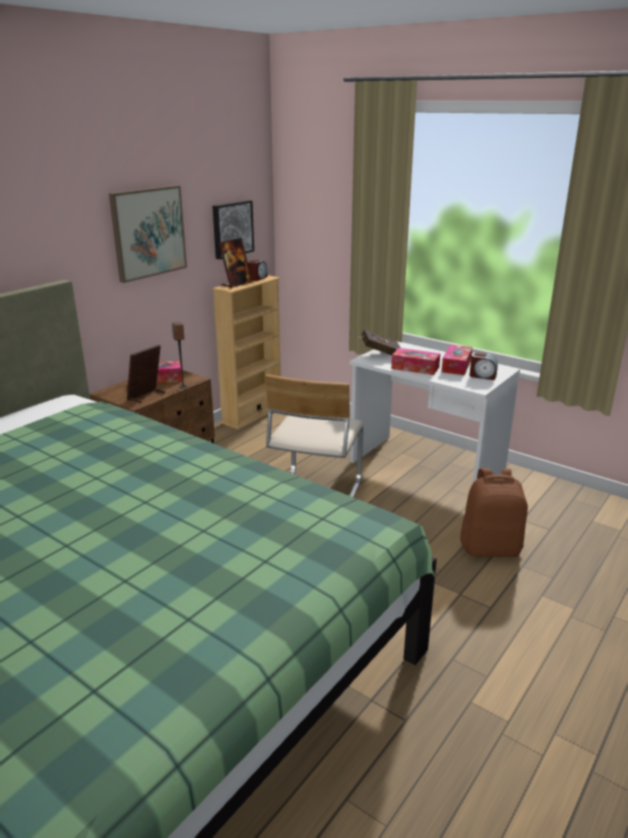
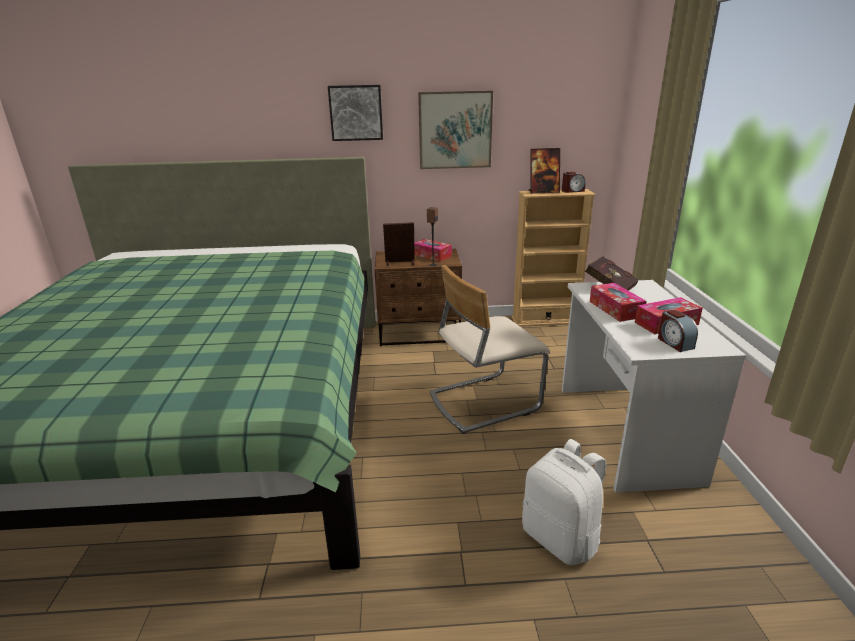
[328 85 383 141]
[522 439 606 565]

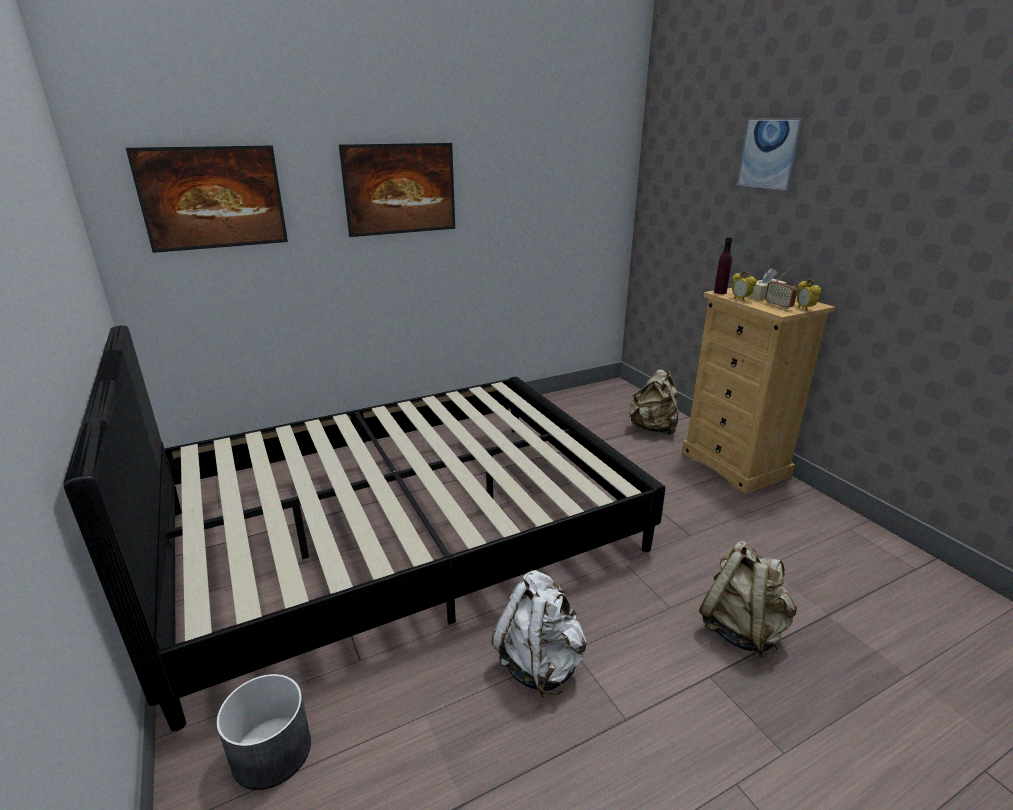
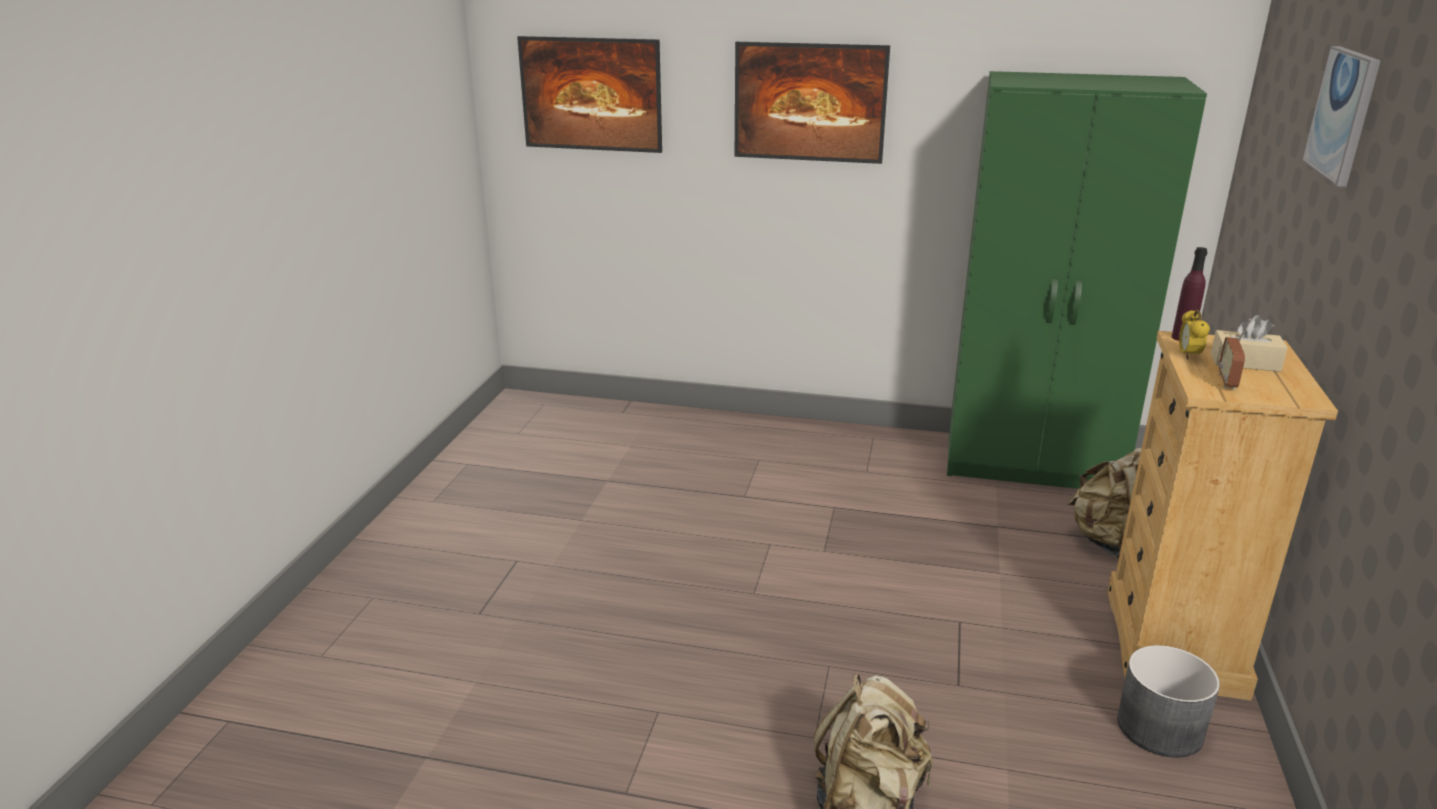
[797 279 822 311] (first image)
[64 325 666 731] (first image)
[492 570 587 697] (first image)
[1117 645 1220 758]
[947 71 1207 489]

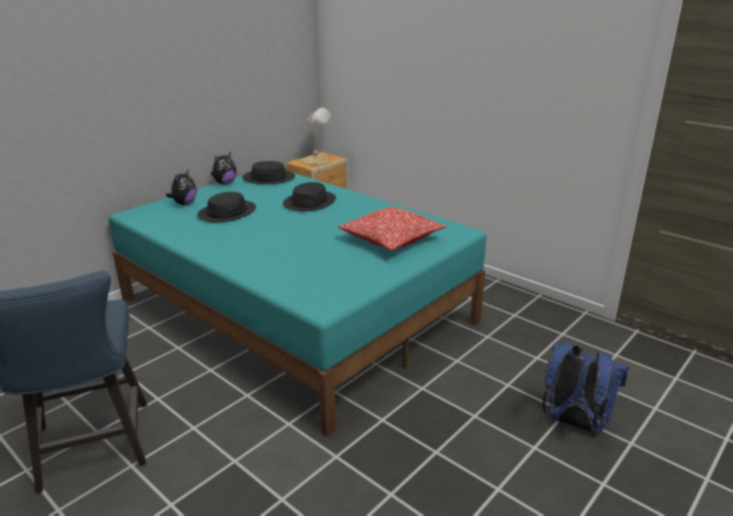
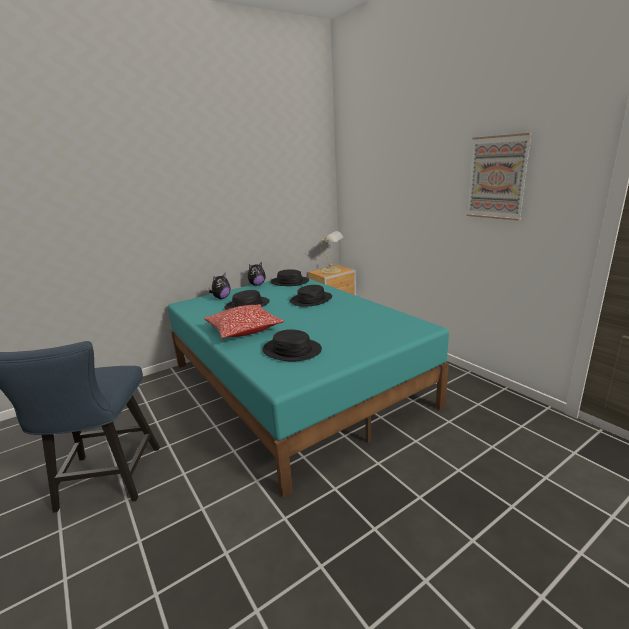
[204 304 284 339]
[543 342 629 433] (first image)
[466 133 532 221]
[262 329 322 362]

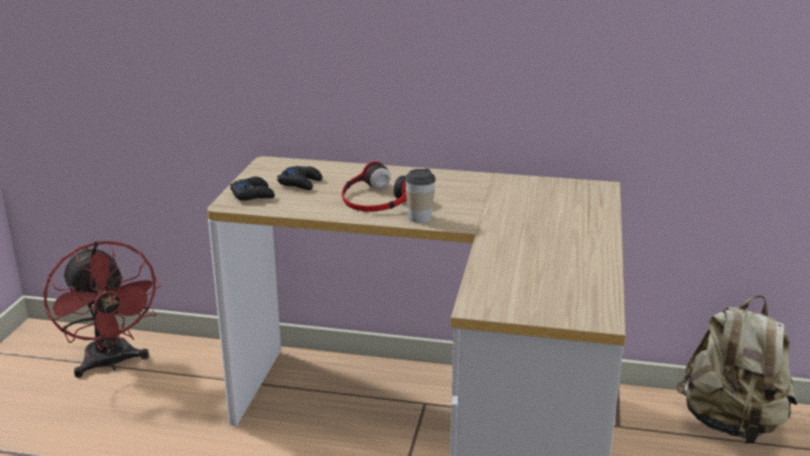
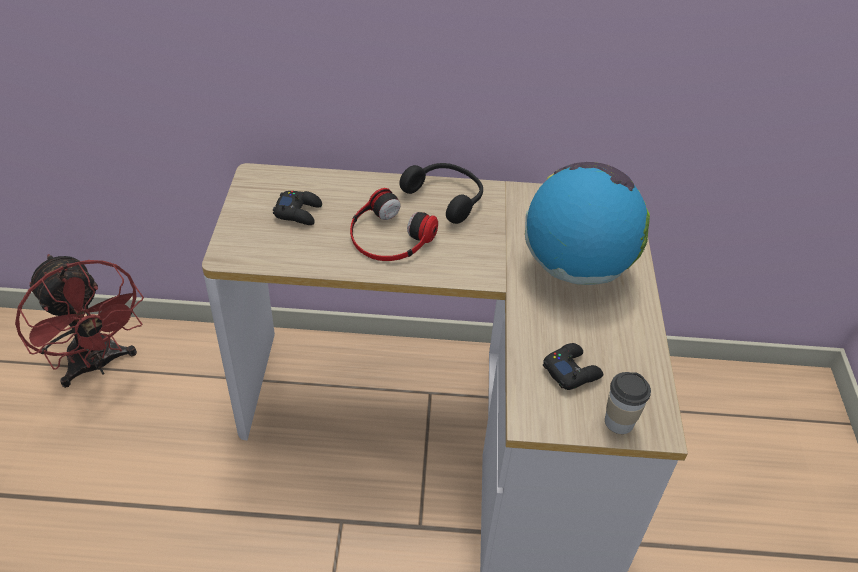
[605 372 651 434]
[543 343 603 390]
[676 295 797 444] (first image)
[525 162 650 285]
[399 163 483 224]

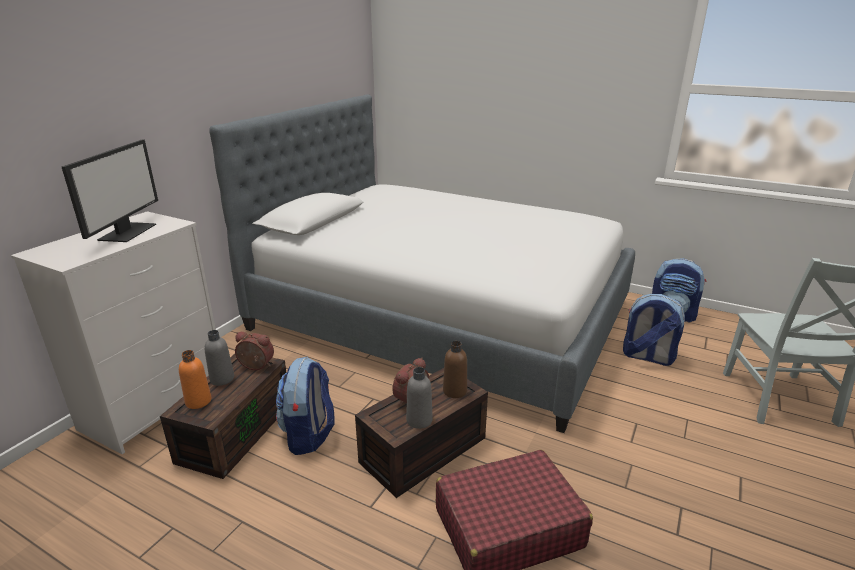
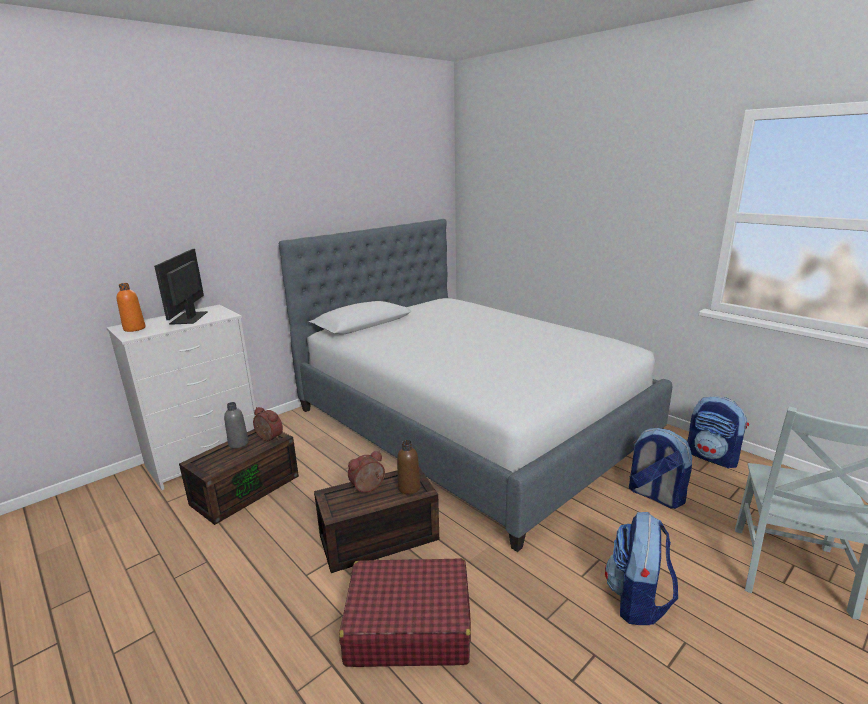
[154 249 208 325]
[117 283 145 332]
[605 512 678 625]
[406 367 433 429] (first image)

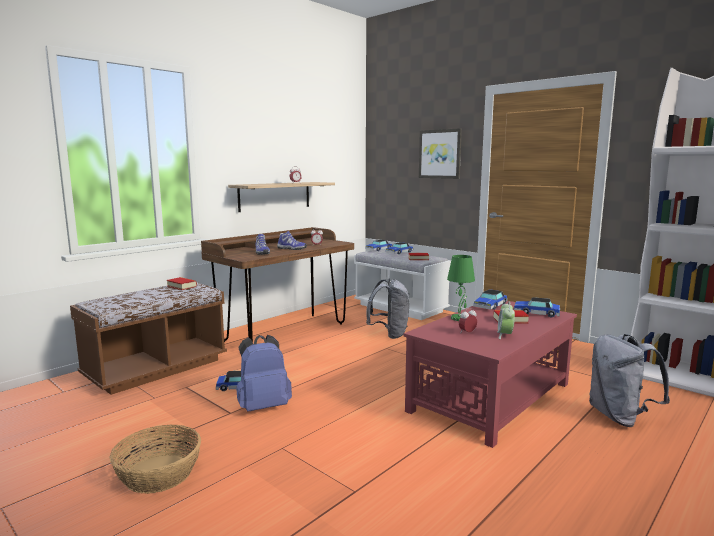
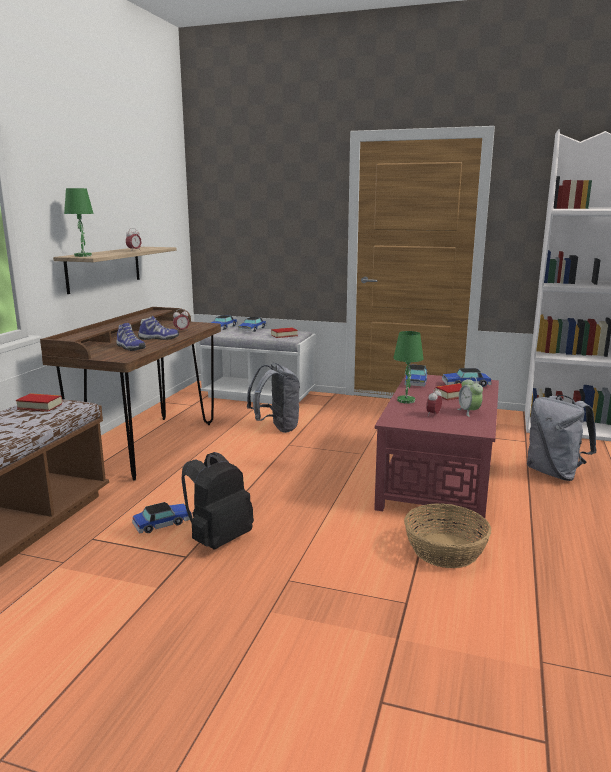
[419 128 462 179] (first image)
[181 452 254 550]
[404 503 492 568]
[64 188 94 257]

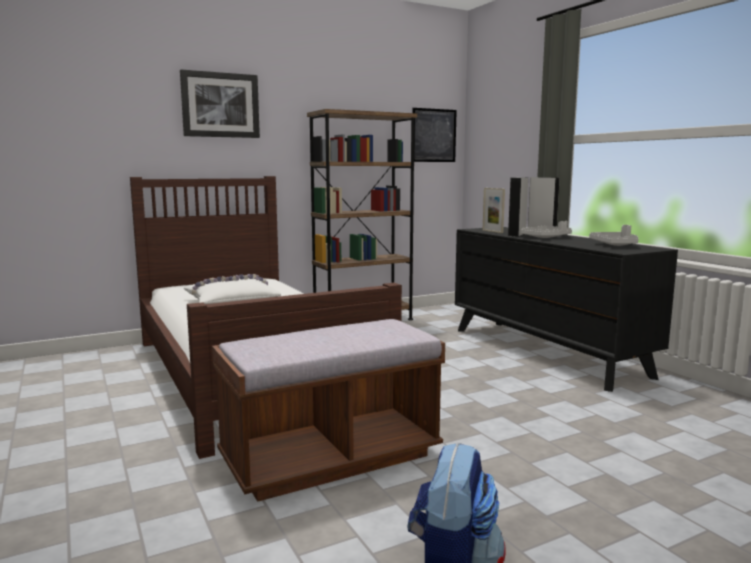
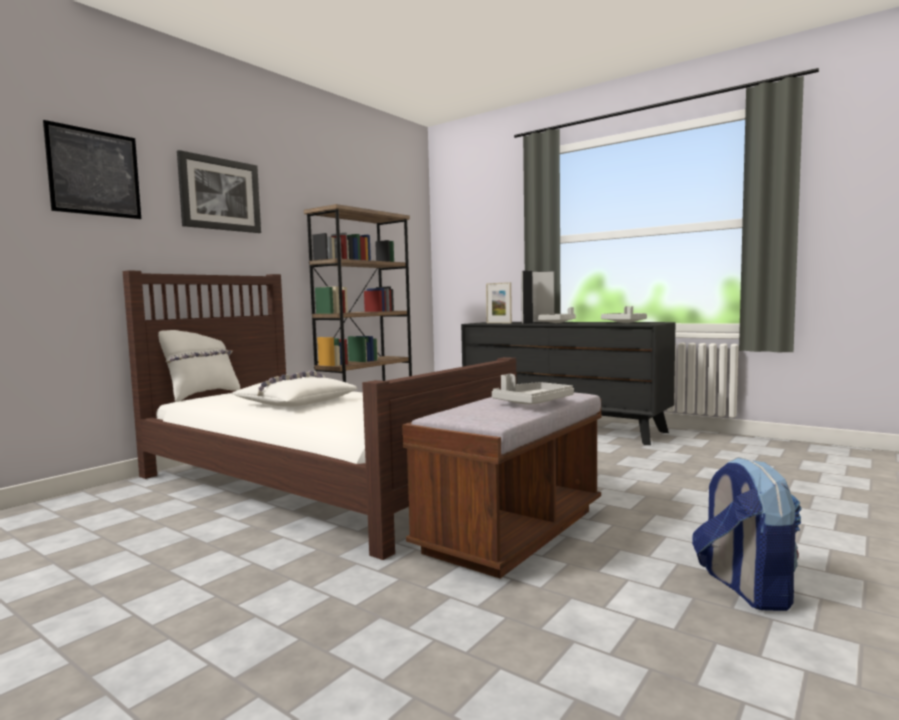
[43 120 141 219]
[158 330 240 402]
[492 374 574 404]

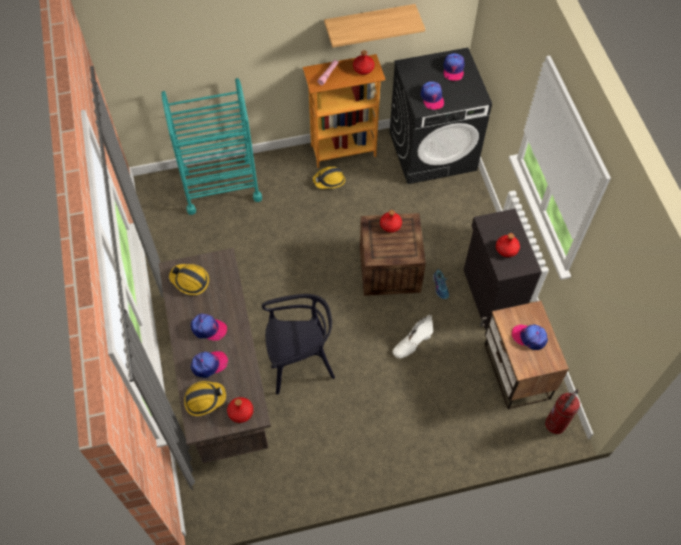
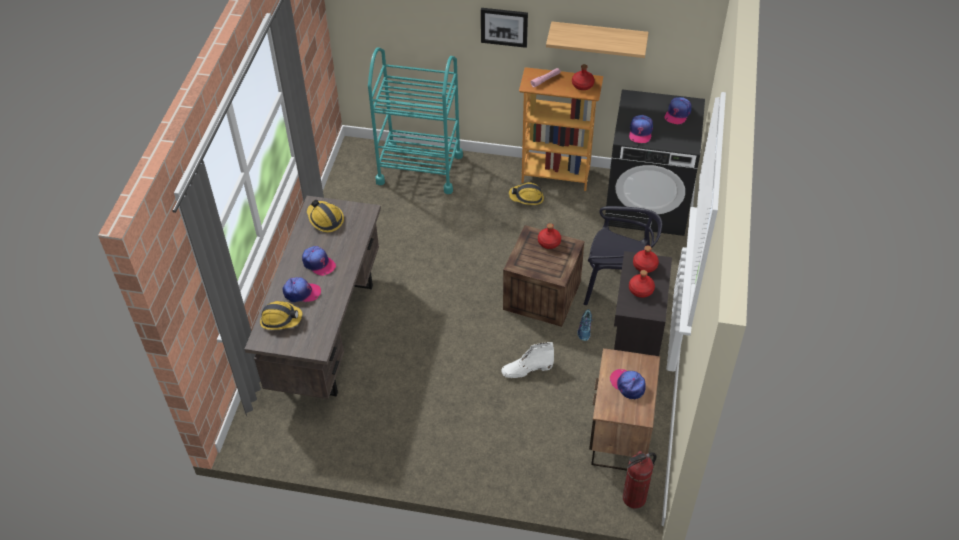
[584 206 662 305]
[633 245 659 273]
[481 8 528 48]

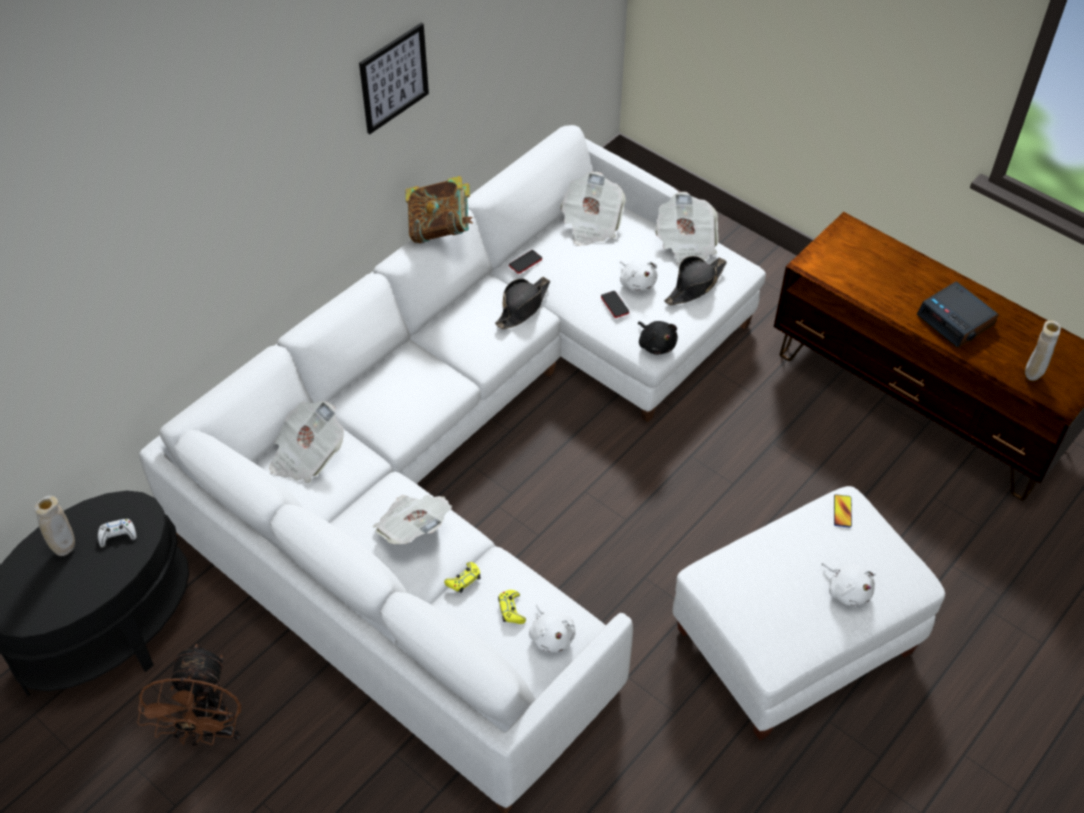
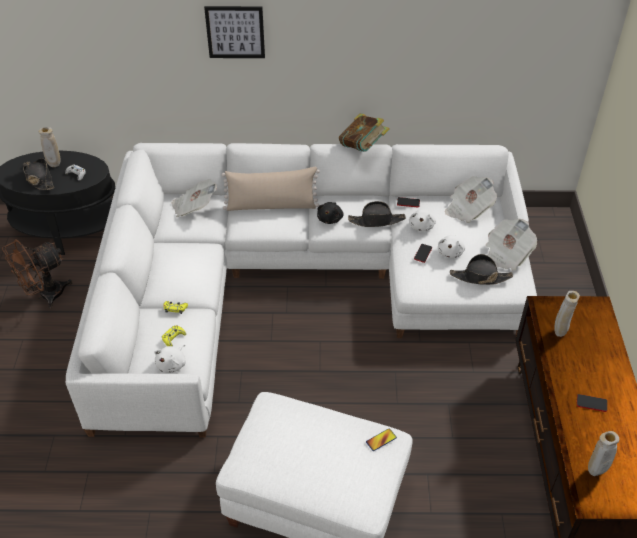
[204 6 265 58]
[577 394 607 412]
[317 202 344 224]
[373 495 452 544] (first image)
[409 209 436 231]
[23 158 54 190]
[222 167 320 211]
[554 291 580 337]

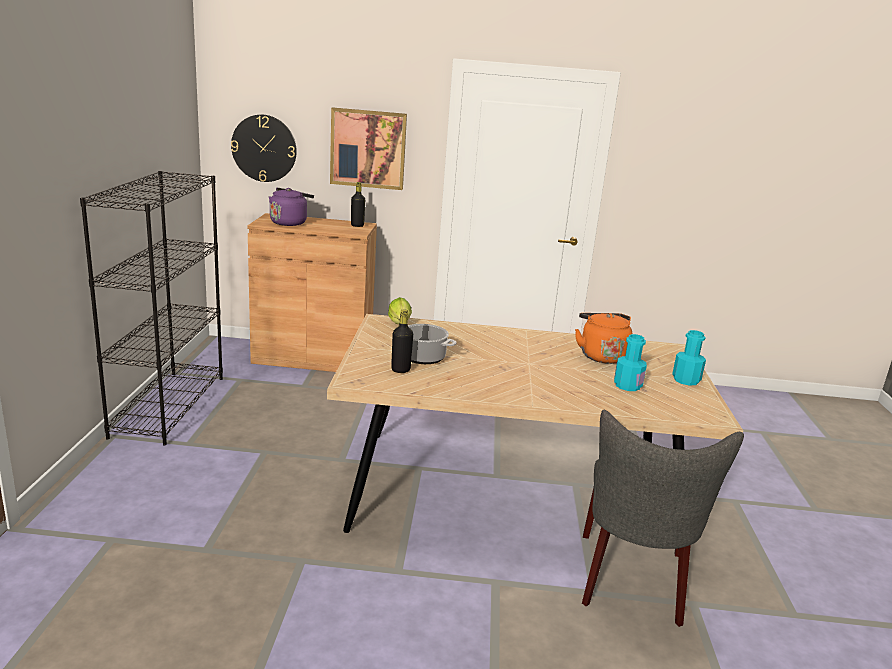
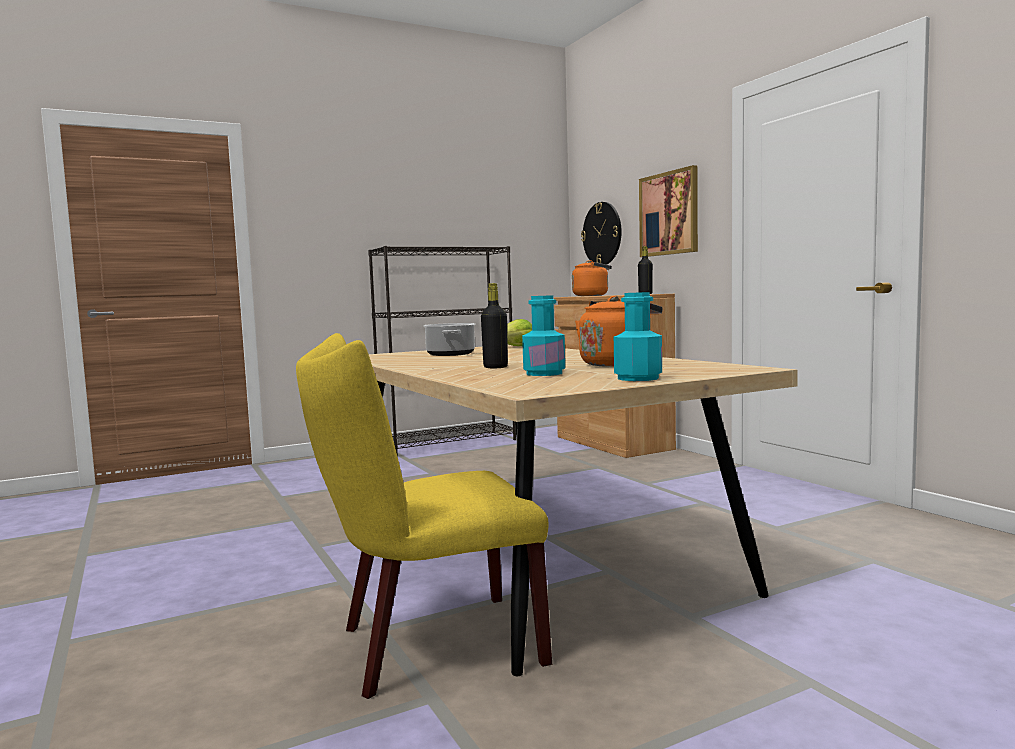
[572 260 612 296]
[481 283 508 368]
[296 333 552 699]

